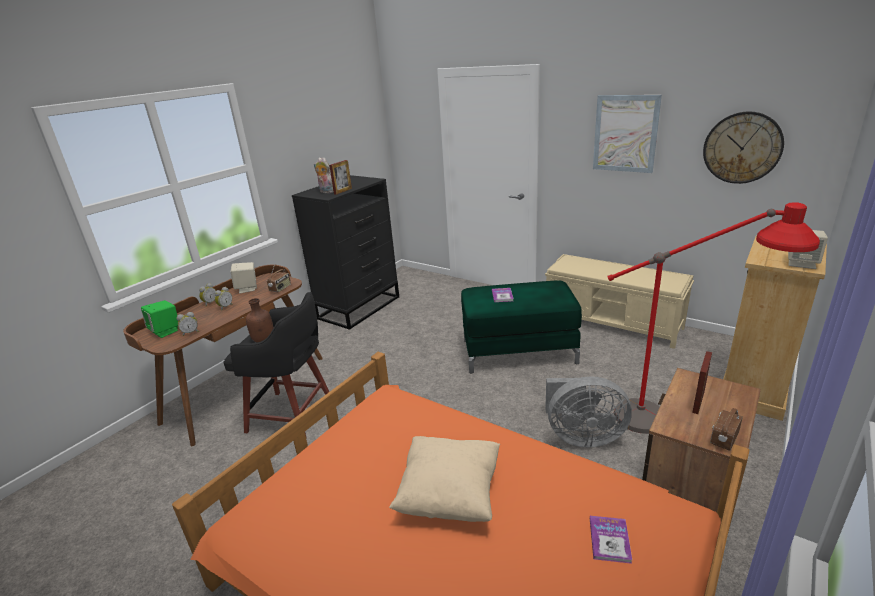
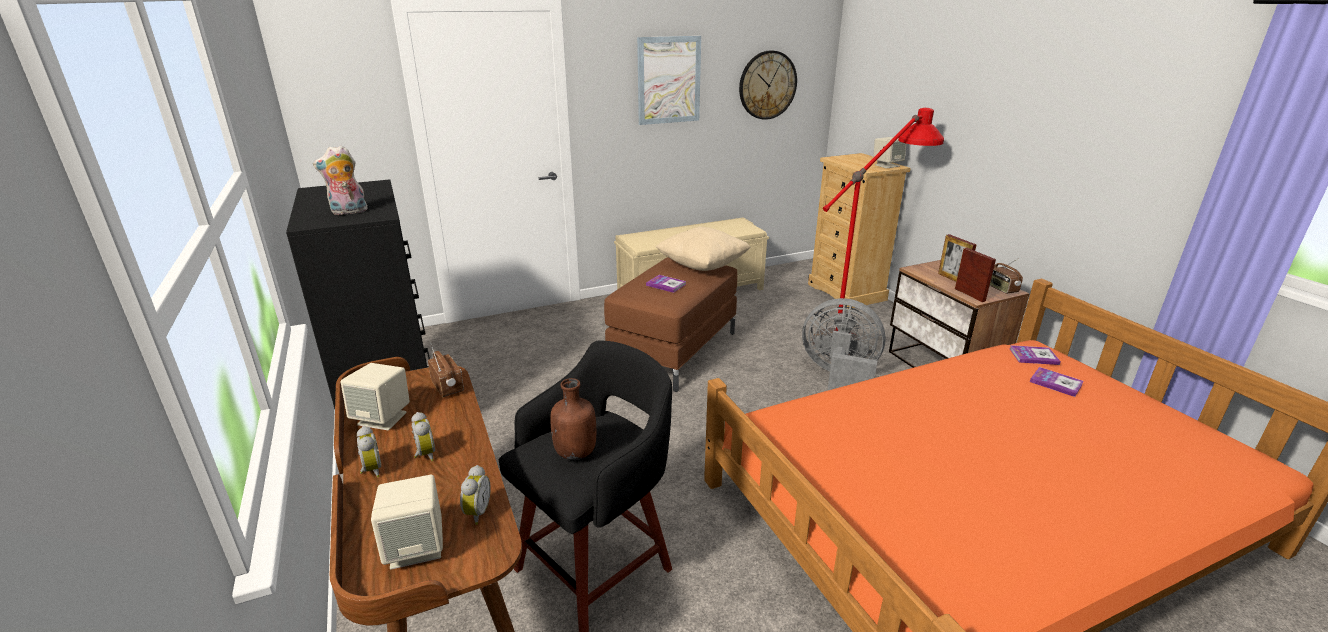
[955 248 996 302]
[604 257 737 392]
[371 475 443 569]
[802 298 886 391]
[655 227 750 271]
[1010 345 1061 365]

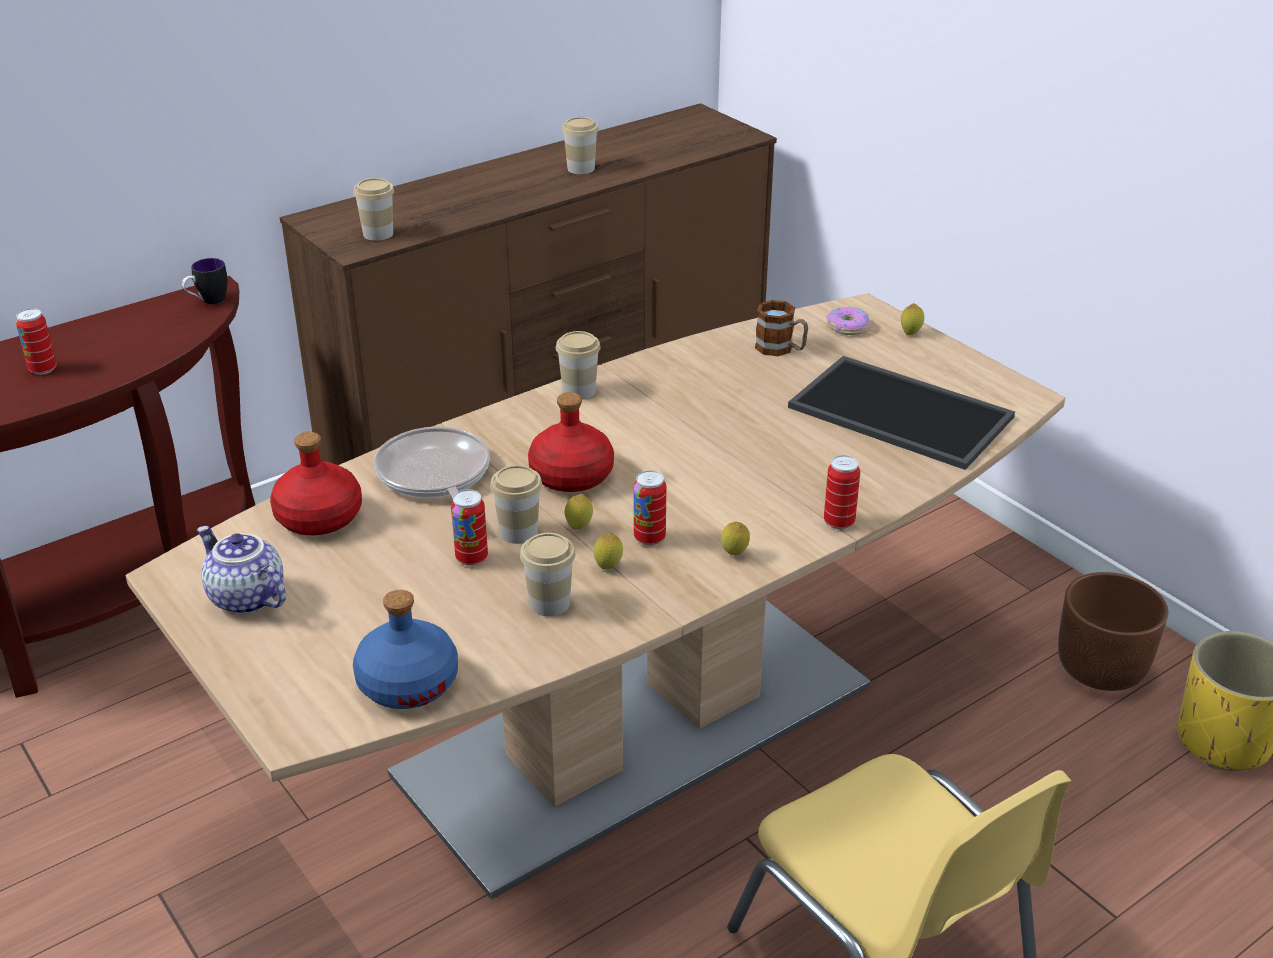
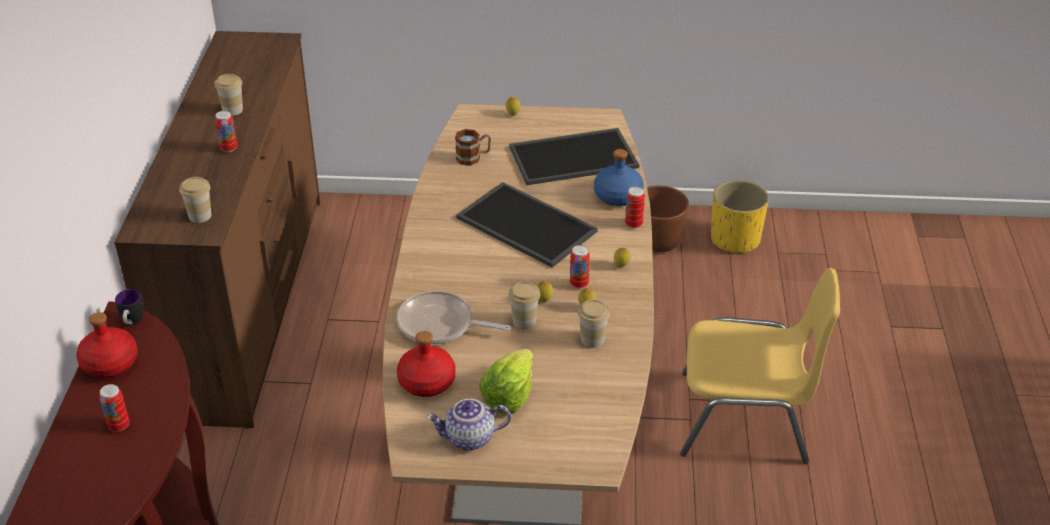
[826 307 870 335] (first image)
[556 331 601 400] (first image)
[76 312 138 378]
[215 111 237 152]
[594 149 644 206]
[456 182 598 268]
[479 349 533 414]

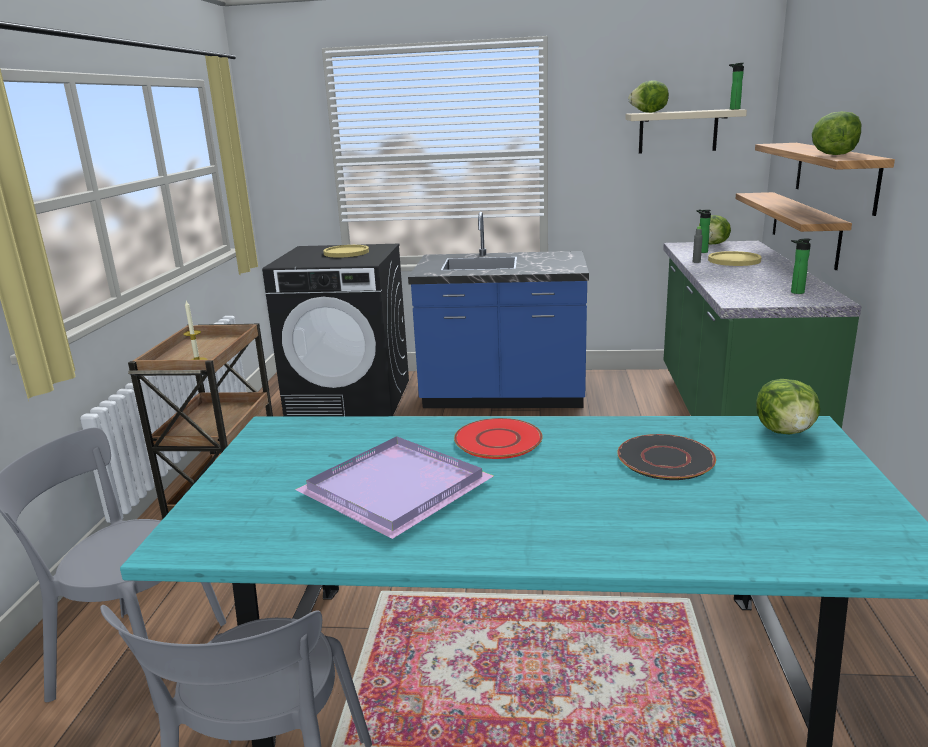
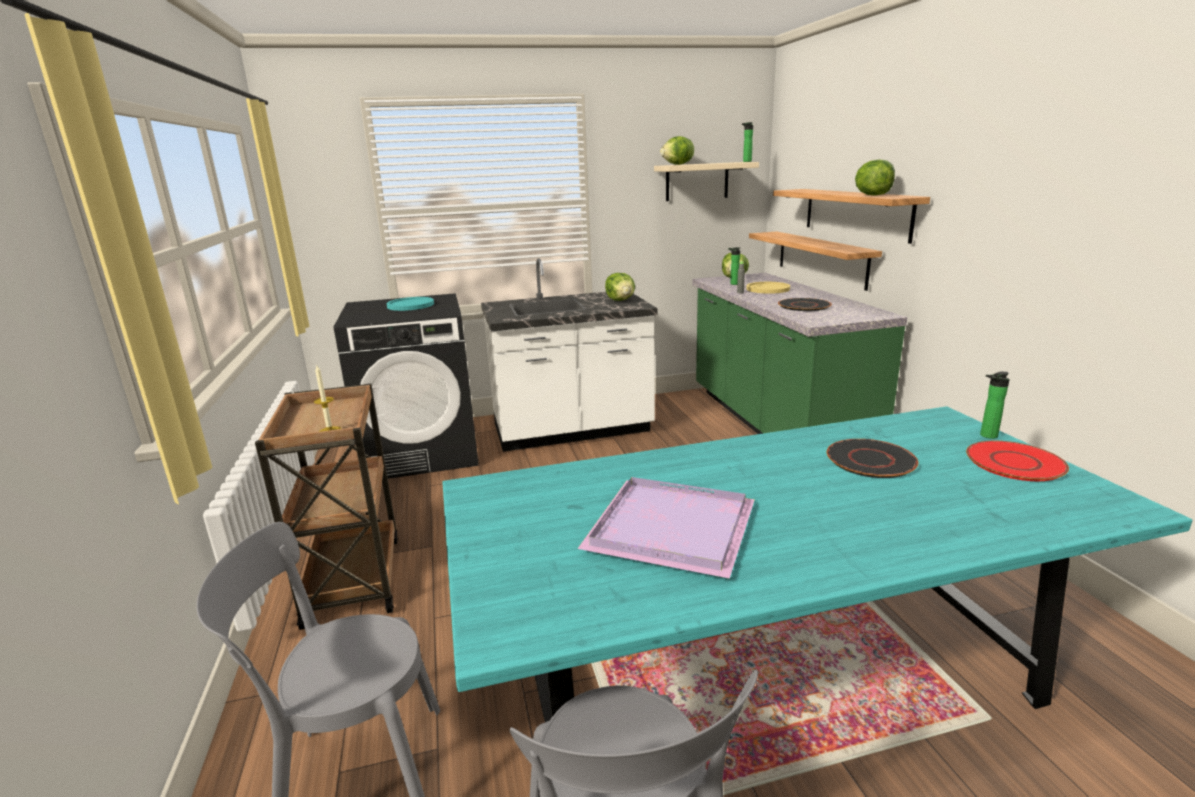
[481 258 657 452]
[980 372 1010 439]
[387 297 434 311]
[605 273 635 301]
[966 441 1069 481]
[778 298 832 311]

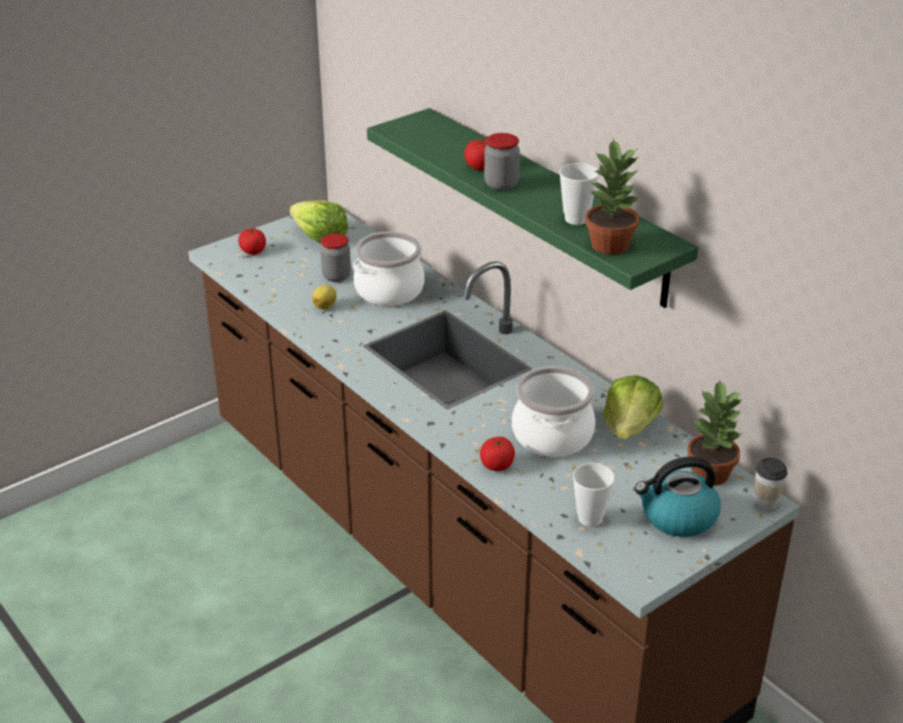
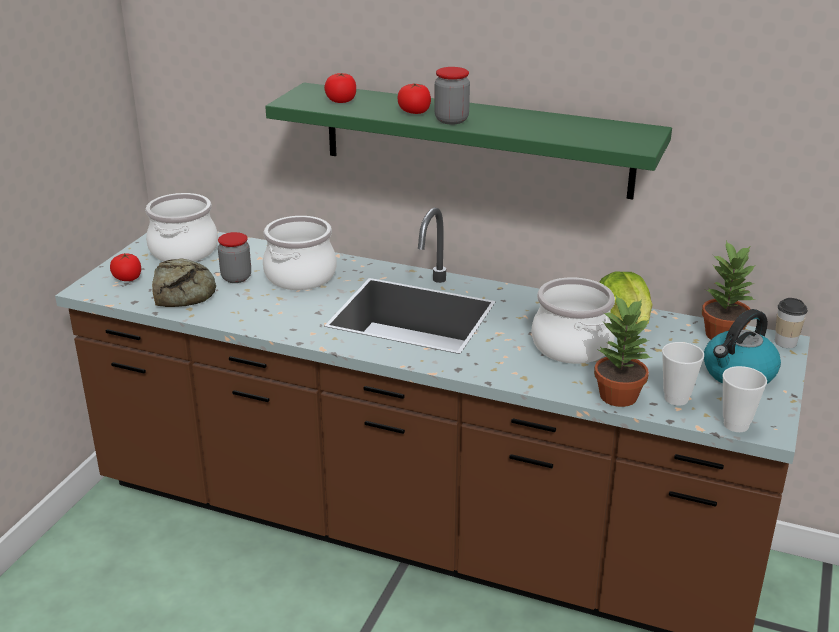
[594 295 651 407]
[722 366 767 432]
[145 193 218 261]
[312 285 337 310] (first image)
[324 73 356 103]
[152 258 216 307]

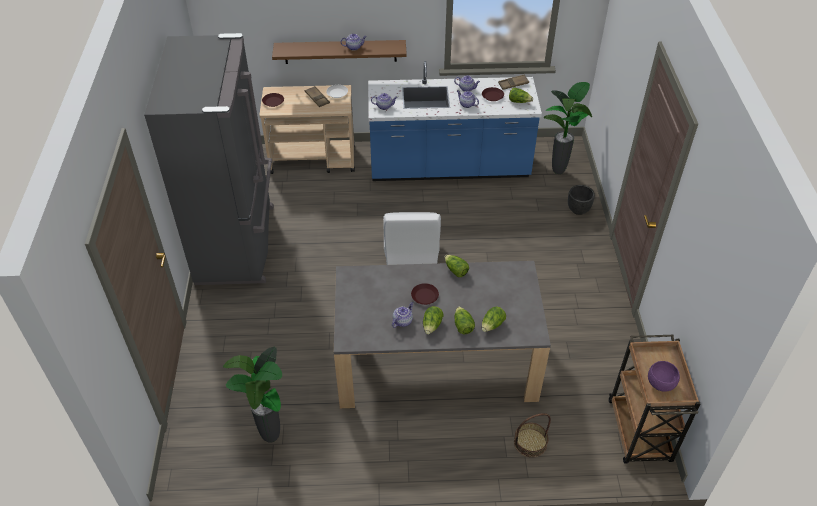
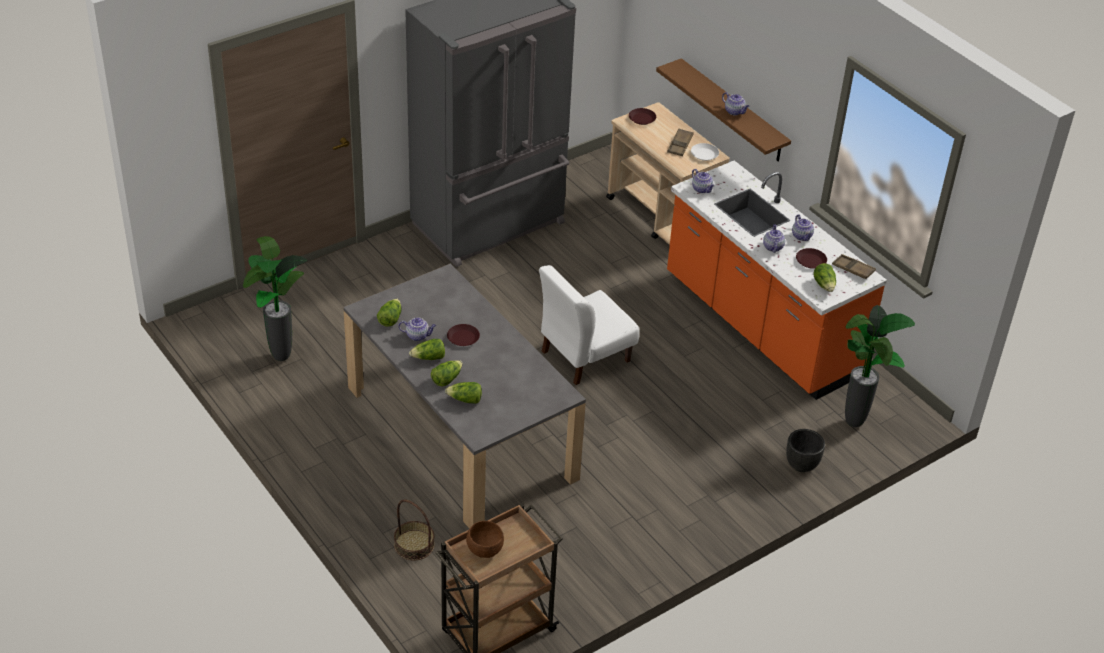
[667 160 887 400]
[377 299 402 327]
[466 521 504 558]

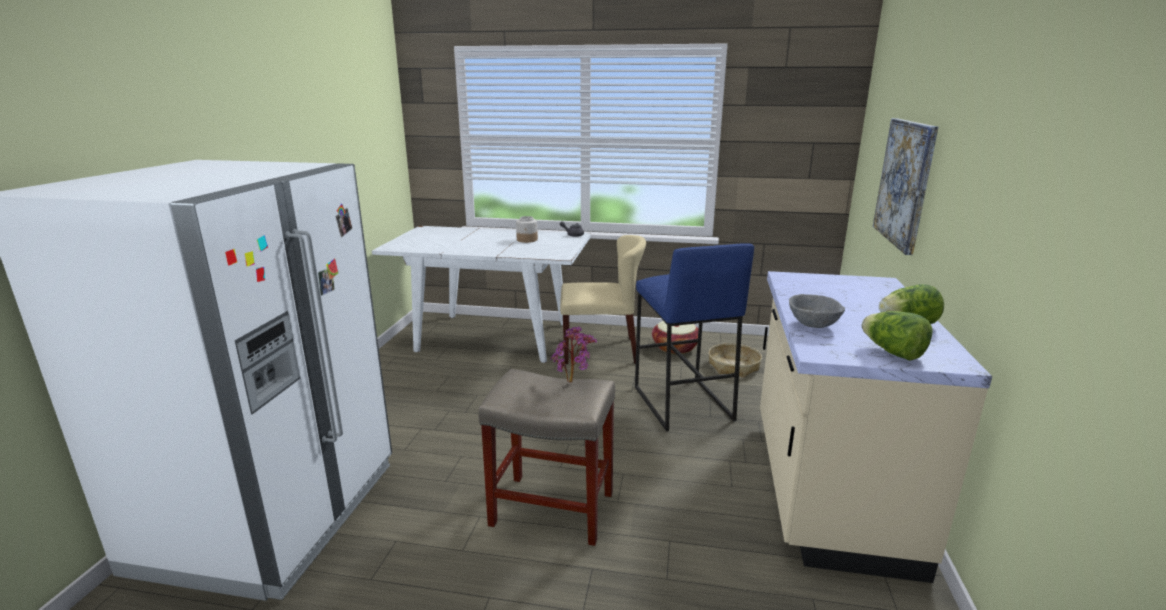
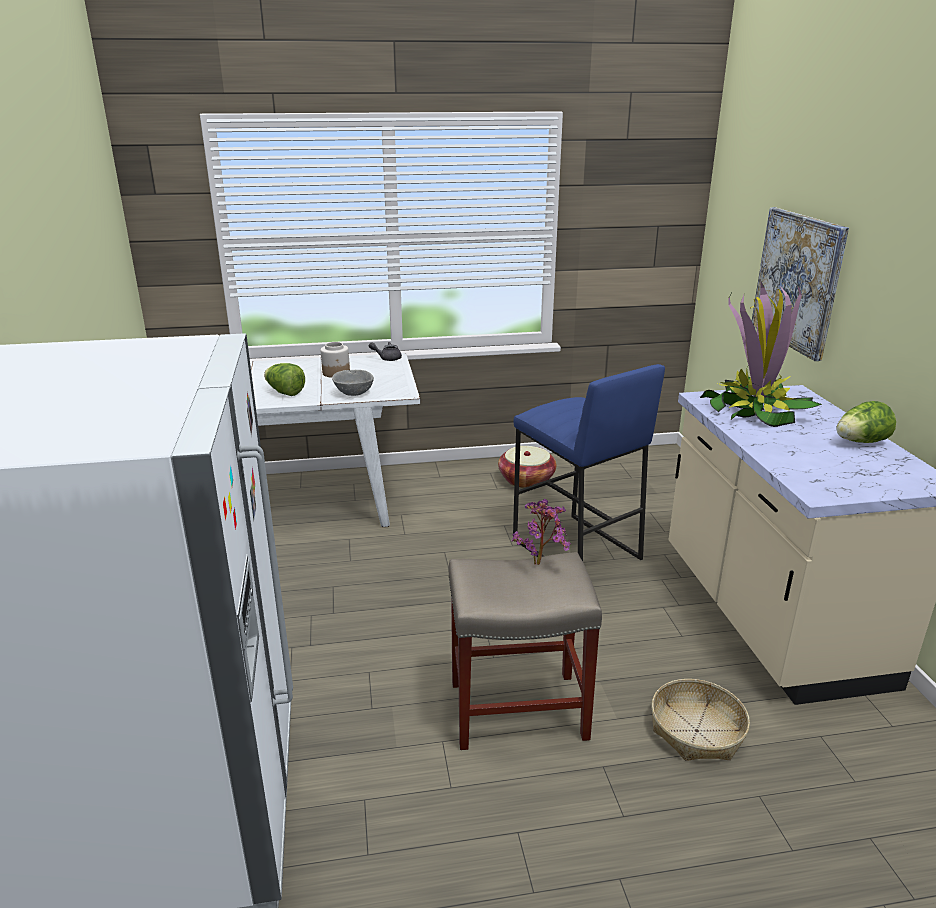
[560 235 646 364] (first image)
[332 370 374 396]
[264 363 305 396]
[651 679 750 761]
[700 280 822 427]

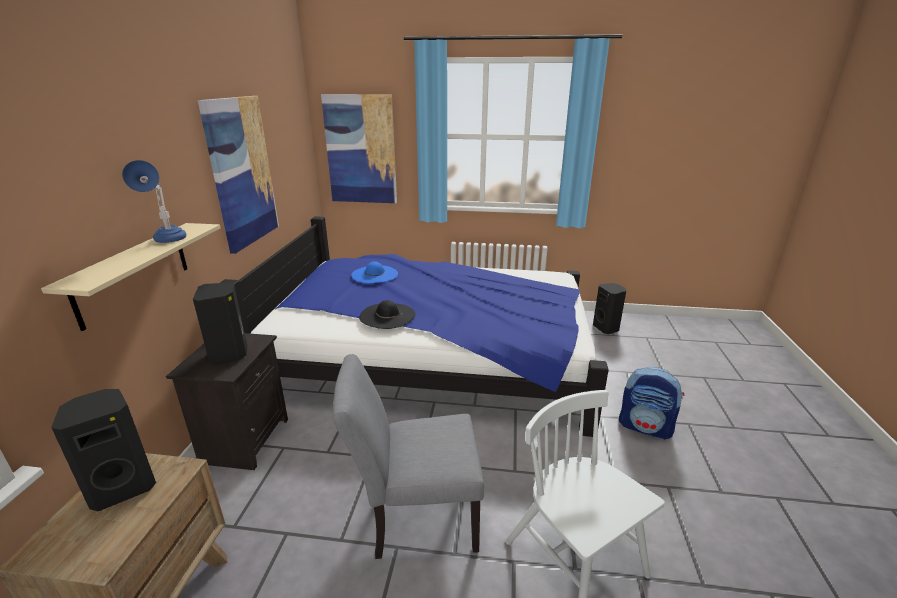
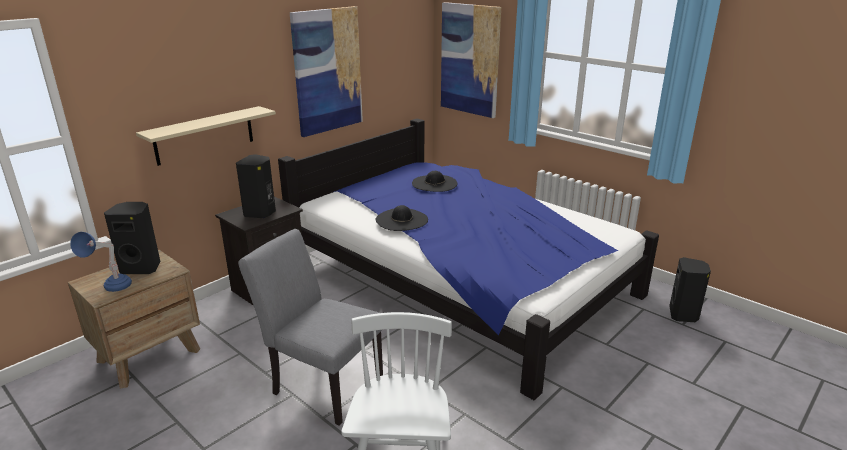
[70 232 132 292]
[412 171 458 192]
[619 367 684 440] (first image)

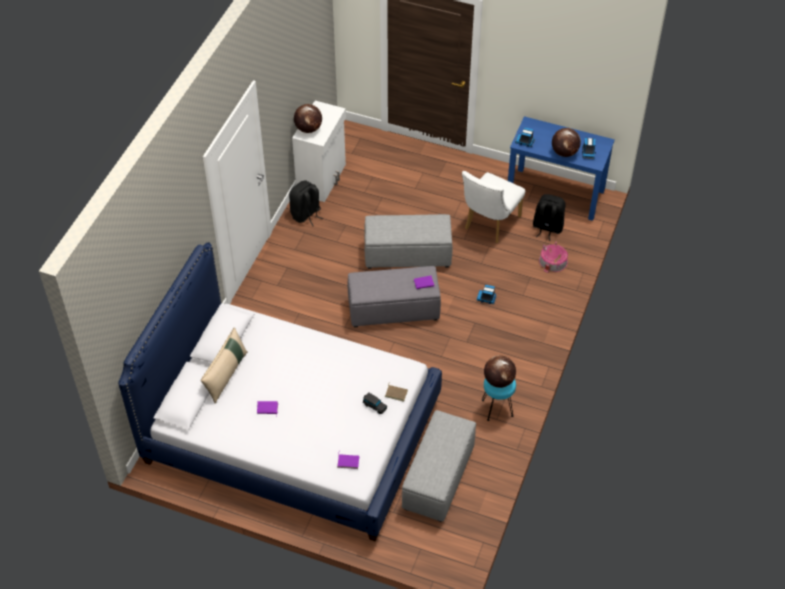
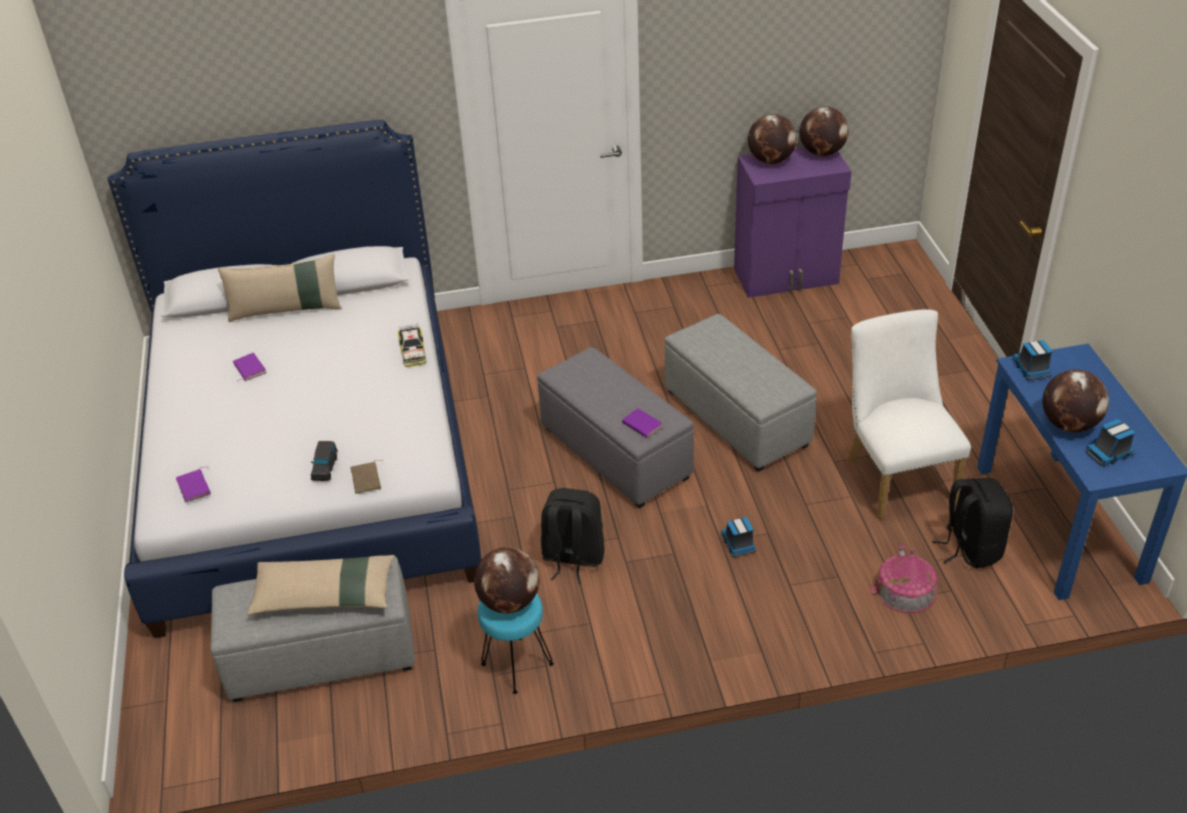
[734 147 852 298]
[847 309 971 520]
[541 488 605 584]
[800 106 849 156]
[398 323 426 367]
[247 555 395 615]

